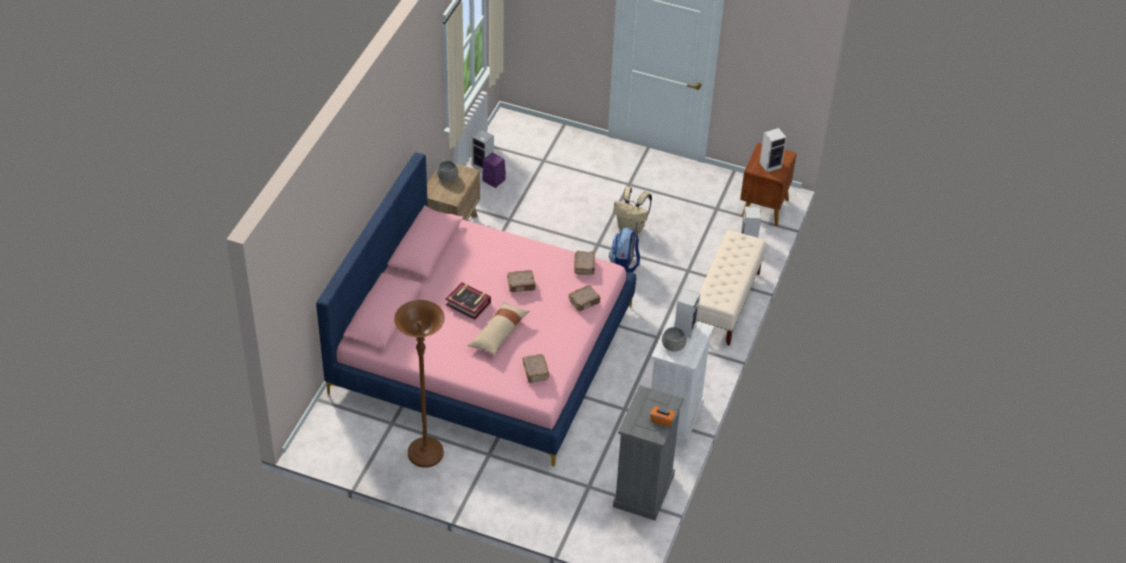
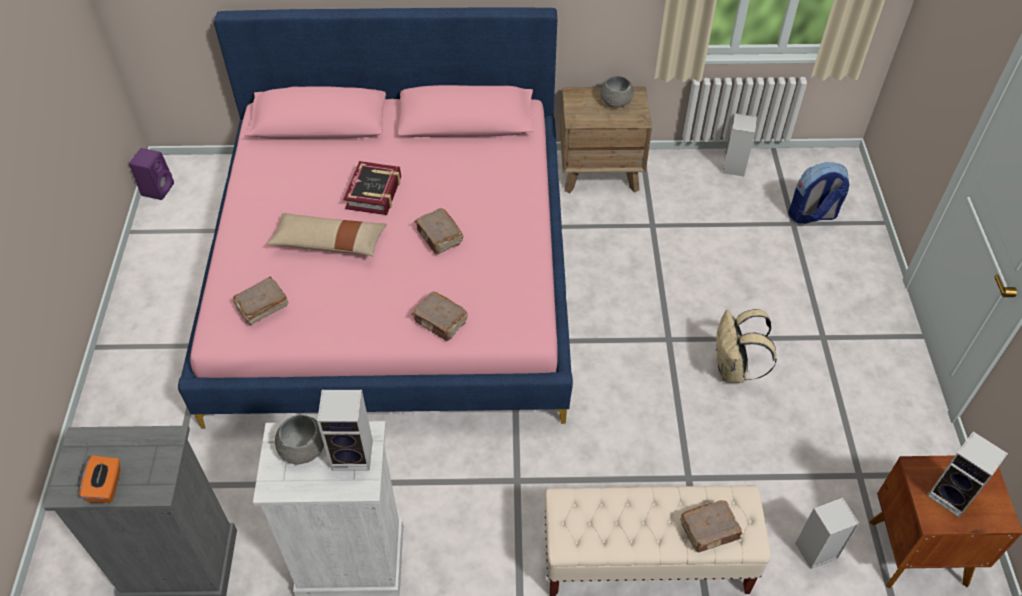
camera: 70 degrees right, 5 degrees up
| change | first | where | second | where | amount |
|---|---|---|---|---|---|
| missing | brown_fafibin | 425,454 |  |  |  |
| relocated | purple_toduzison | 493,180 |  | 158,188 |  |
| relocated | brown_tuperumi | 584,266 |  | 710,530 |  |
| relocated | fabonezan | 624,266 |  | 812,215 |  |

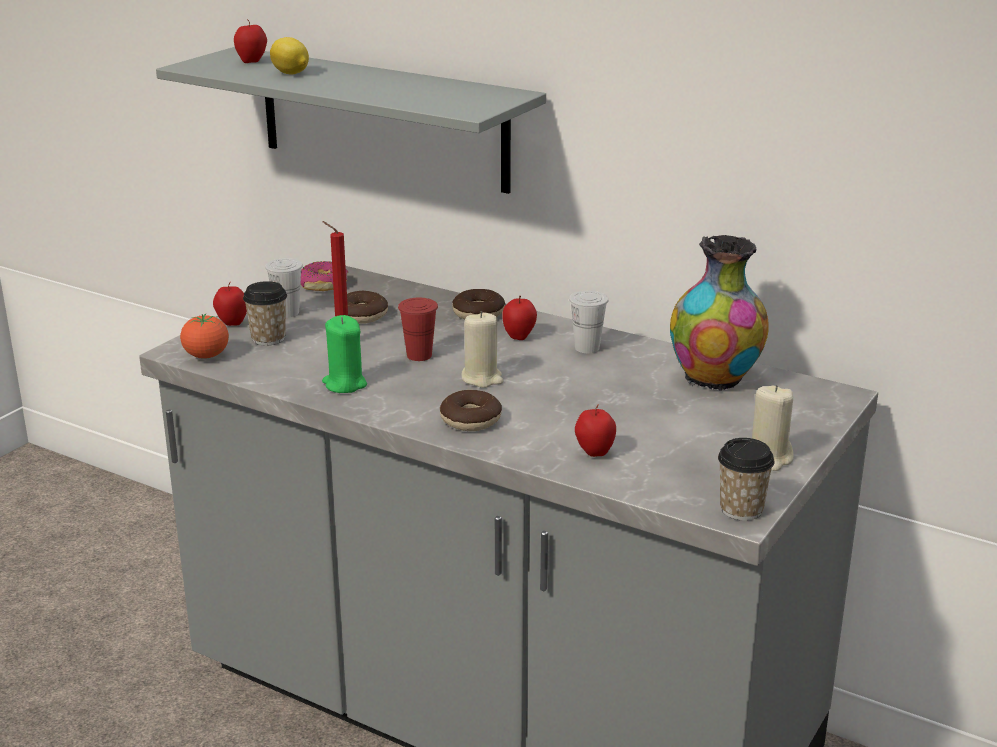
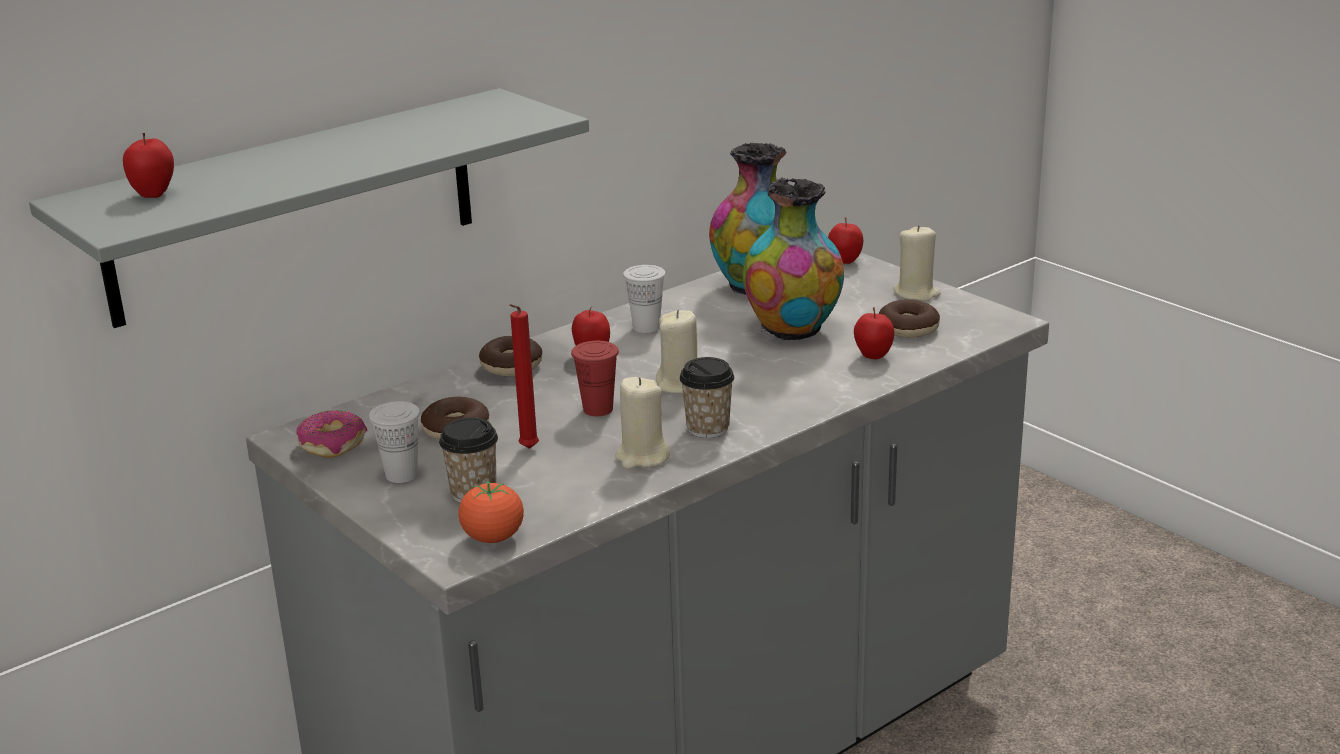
camera: 70 degrees left, 0 degrees up
| change | first | where | second | where | amount |
|---|---|---|---|---|---|
| missing | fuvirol | 291,73 |  |  |  |
| appeared |  |  | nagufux | 793,331 |  |
| relocated | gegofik | 232,323 |  | 845,262 |  |
| relocated | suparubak | 470,420 |  | 908,328 |  |
| relocated | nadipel | 741,509 |  | 708,428 |  |
| colour | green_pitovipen | 344,384 | beige_pitovipen | 642,457 |  |

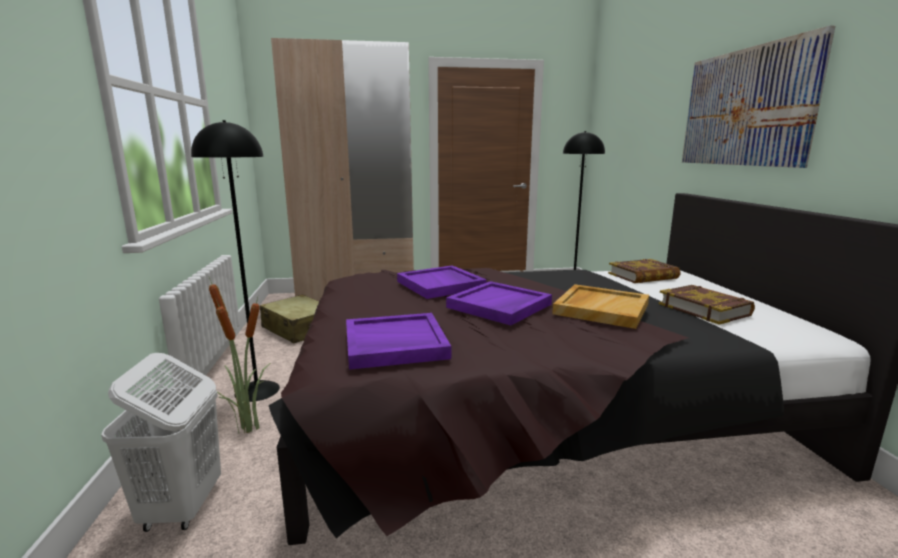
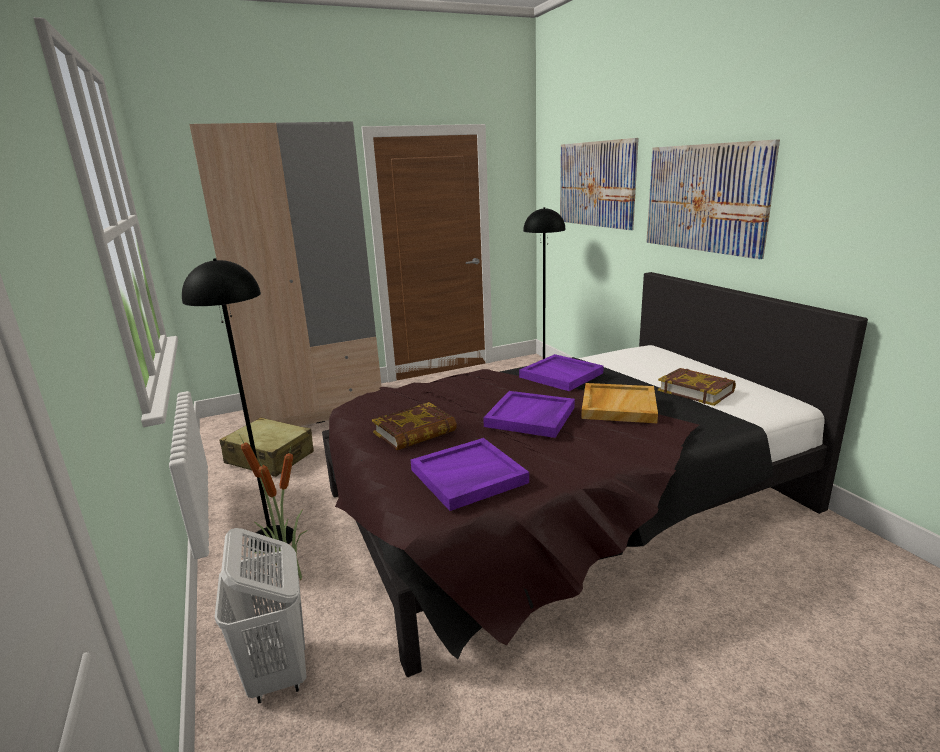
camera: 15 degrees left, 5 degrees up
| change | first | where | second | where | amount |
|---|---|---|---|---|---|
| appeared |  |  | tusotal | 596,184 |  |
| relocated | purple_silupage | 441,285 |  | 562,375 |  |
| relocated | tuperumi | 643,276 |  | 415,432 |  |

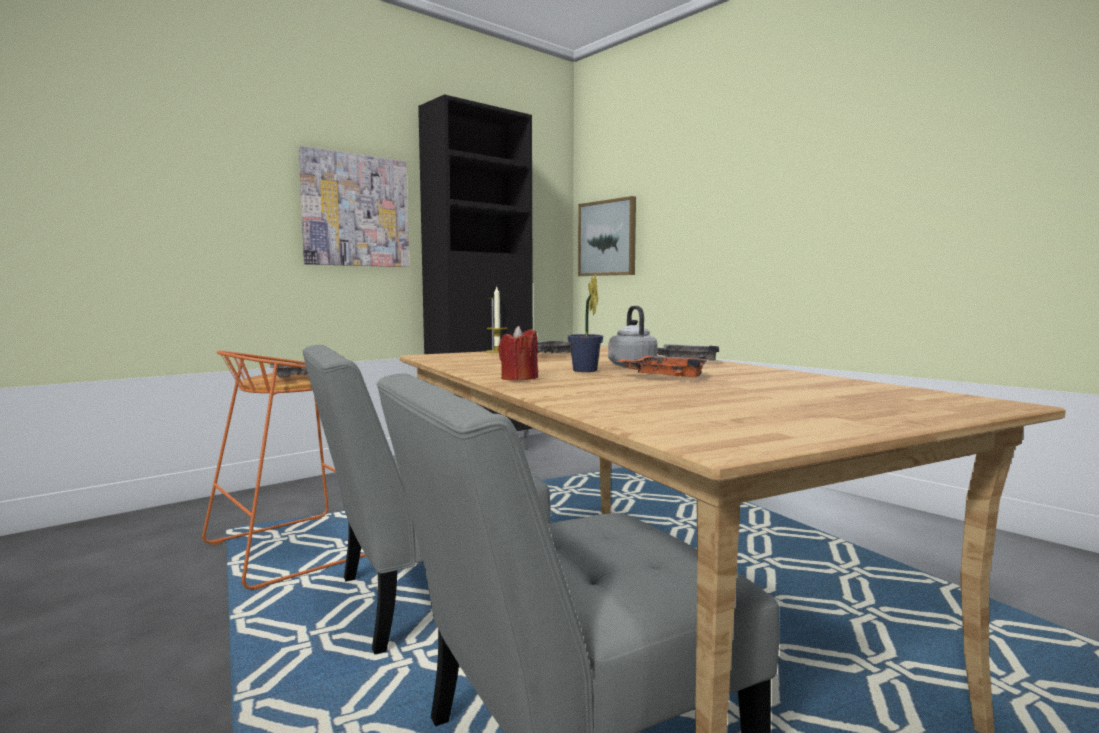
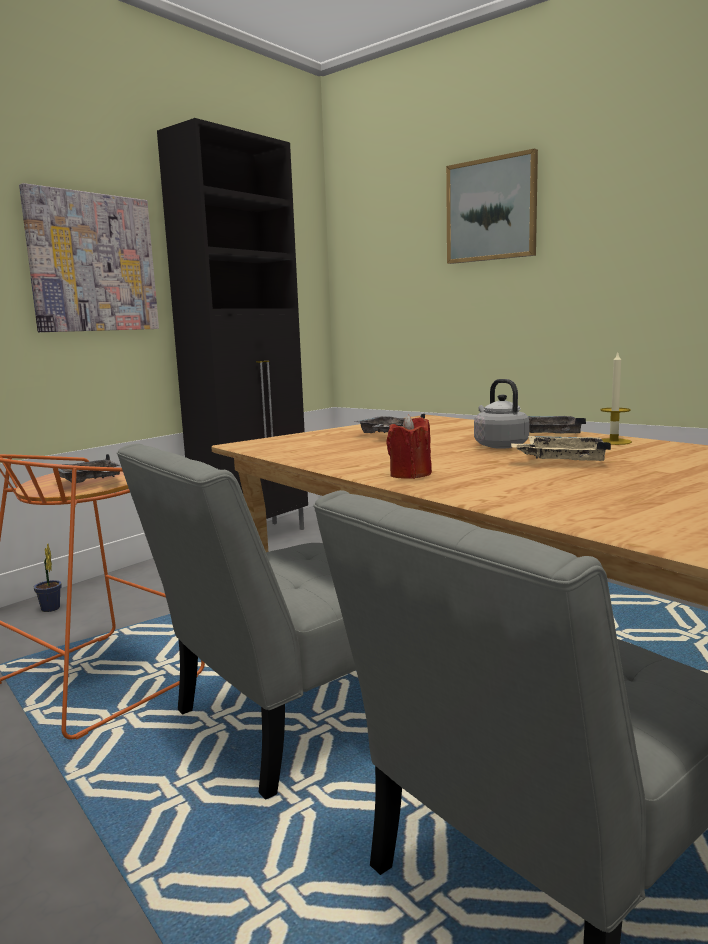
camera: 10 degrees left, 5 degrees up
| change | first | where | second | where | amount |
|---|---|---|---|---|---|
| relocated | pitovipen | 497,351 |  | 613,442 |  |
| relocated | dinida | 585,371 |  | 50,609 |  |
| relocated | tusotal | 607,238 |  | 491,210 |  |
| colour | orange_silupage | 666,377 | beige_silupage | 562,460 |  |

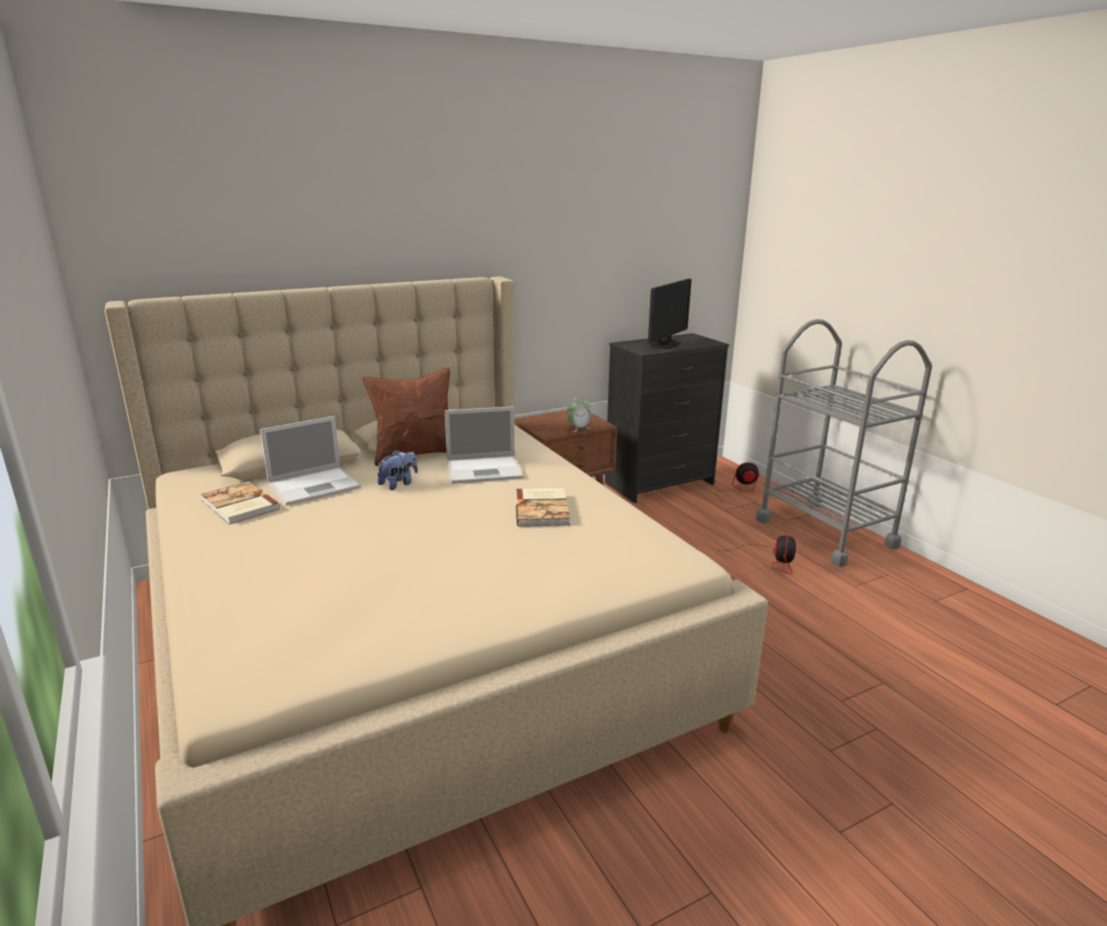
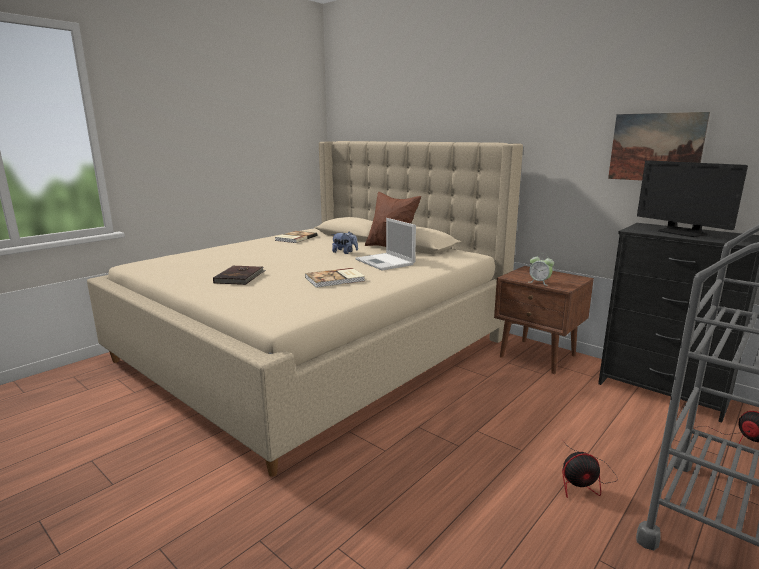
camera: 70 degrees right, 5 degrees down
| change | first | where | second | where | amount |
|---|---|---|---|---|---|
| missing | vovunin | 316,486 |  |  |  |
| appeared |  |  | brown_tuperumi | 240,277 |  |
| appeared |  |  | tusotal | 655,147 |  |
| spun | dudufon | 665,344 |  | 681,233 | 45 degrees clockwise |

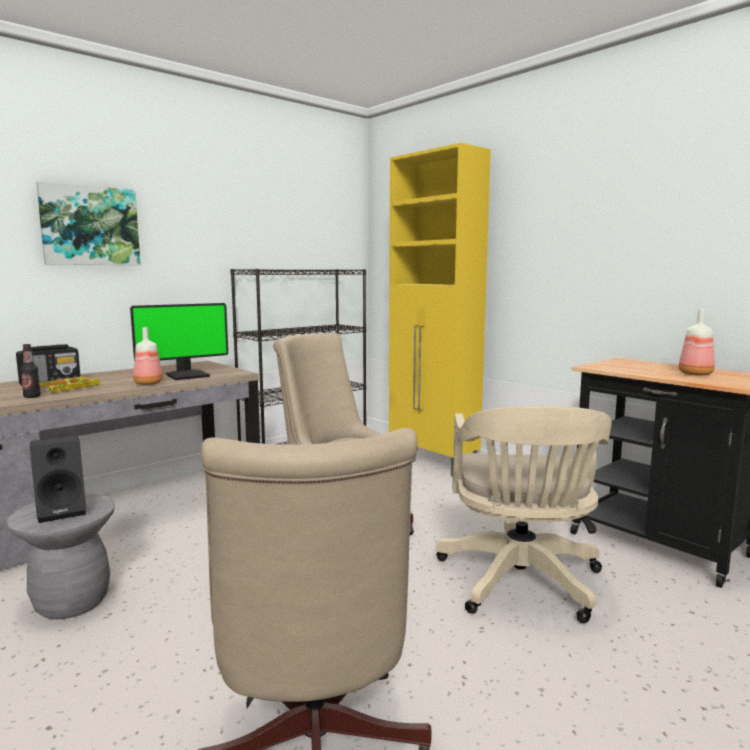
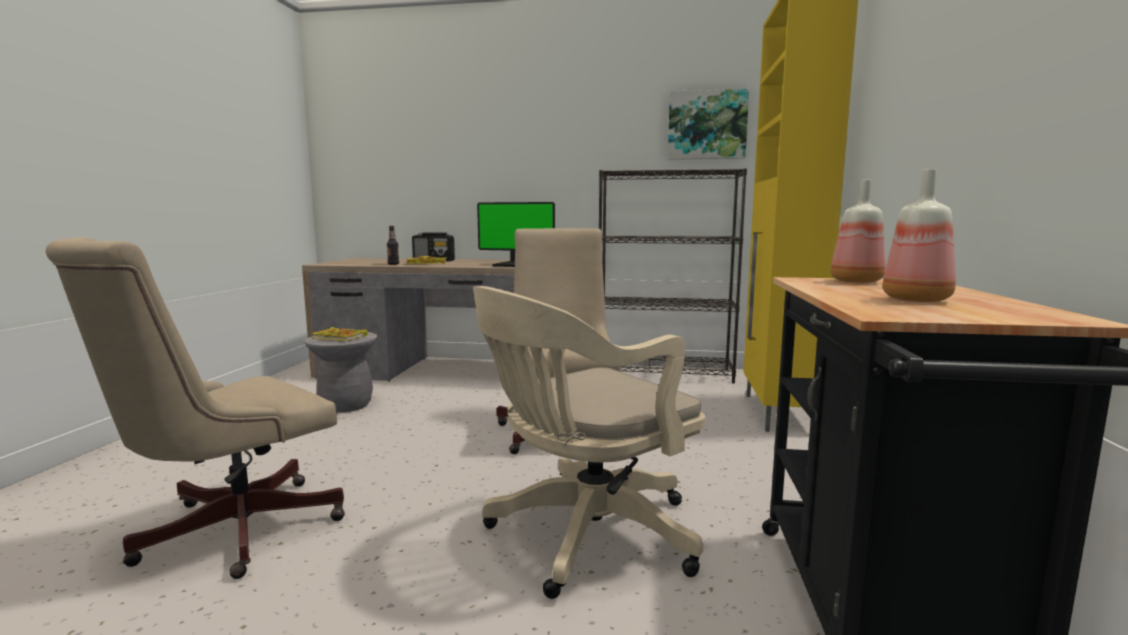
camera: 50 degrees right, 0 degrees up
| change | first | where | second | where | amount |
|---|---|---|---|---|---|
| relocated | tusotal | 90,226 |  | 707,125 |  |
| relocated | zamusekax | 148,383 |  | 855,281 |  |
| exchanged | black_toduzison | 63,511 | tuperumi | 341,337 |  |

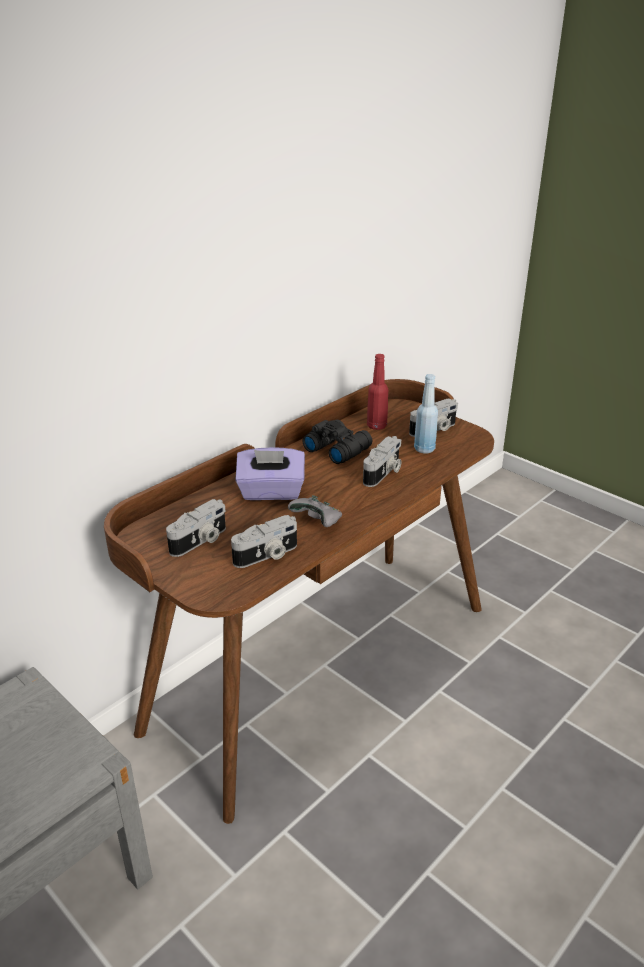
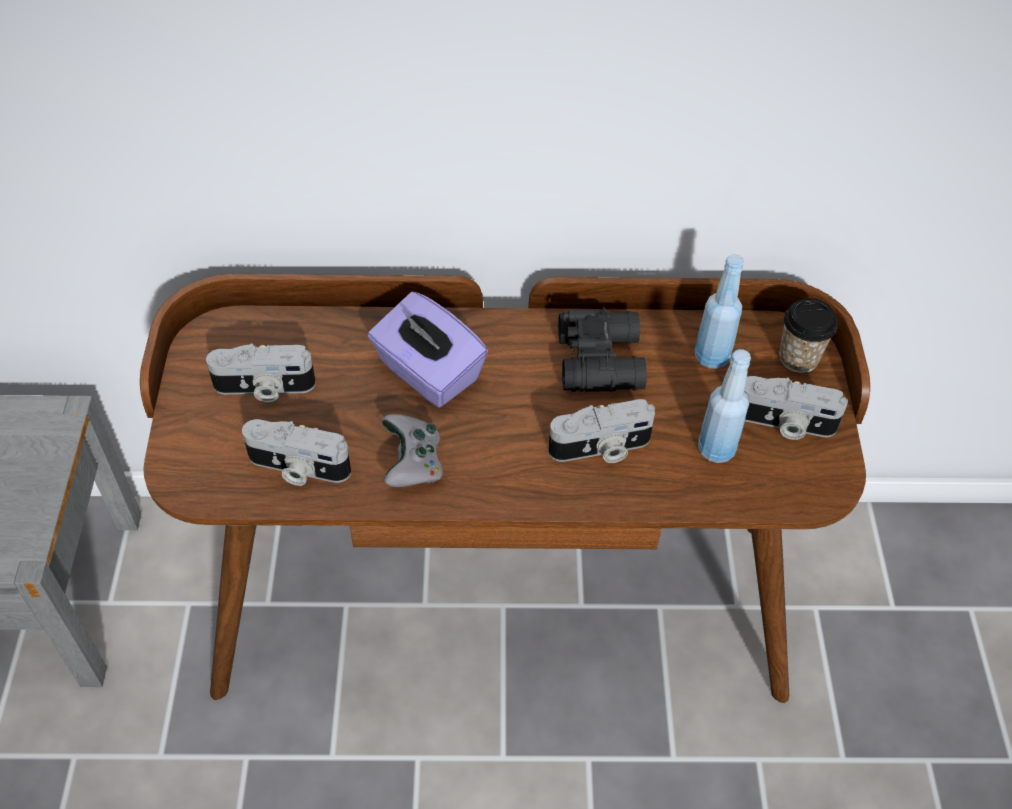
camera: 45 degrees right, 20 degrees up
| change | first | where | second | where | amount |
|---|---|---|---|---|---|
| appeared |  |  | nadipel | 798,358 |  |
| colour | red_zamusekax | 376,426 | blue_zamusekax | 711,357 |  |

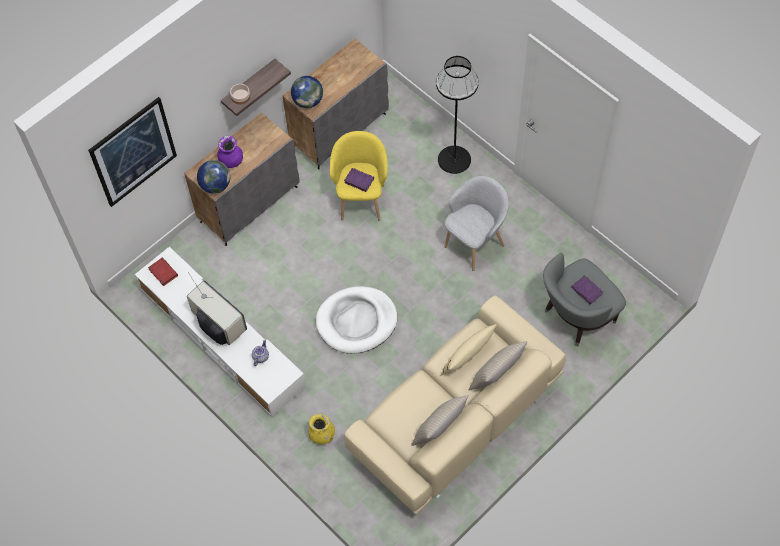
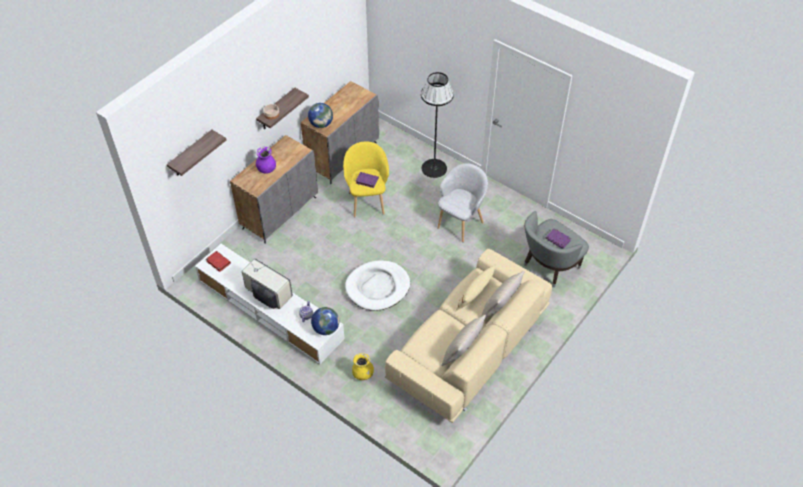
camera: 10 degrees left, 10 degrees down
| change | first | where | second | where | amount |
|---|---|---|---|---|---|
| relocated | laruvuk | 215,185 |  | 326,328 |  |
| exchanged | tusotal | 133,152 | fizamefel | 191,154 |  |

